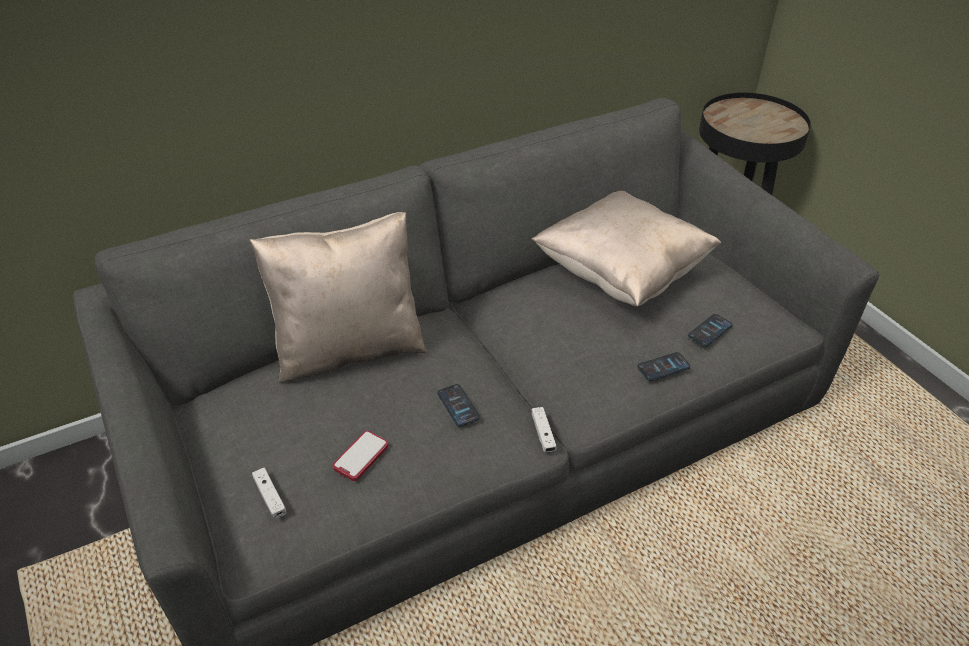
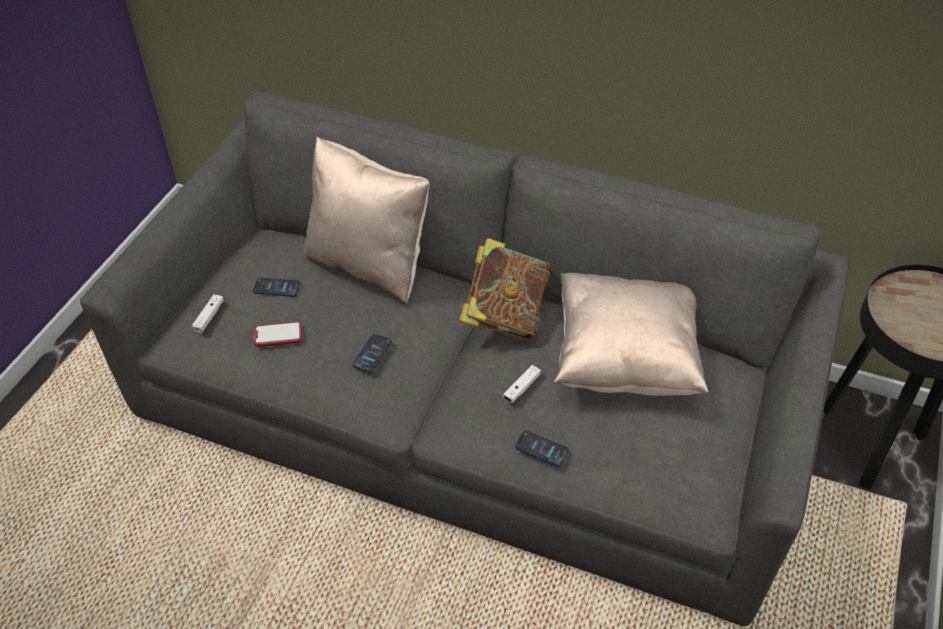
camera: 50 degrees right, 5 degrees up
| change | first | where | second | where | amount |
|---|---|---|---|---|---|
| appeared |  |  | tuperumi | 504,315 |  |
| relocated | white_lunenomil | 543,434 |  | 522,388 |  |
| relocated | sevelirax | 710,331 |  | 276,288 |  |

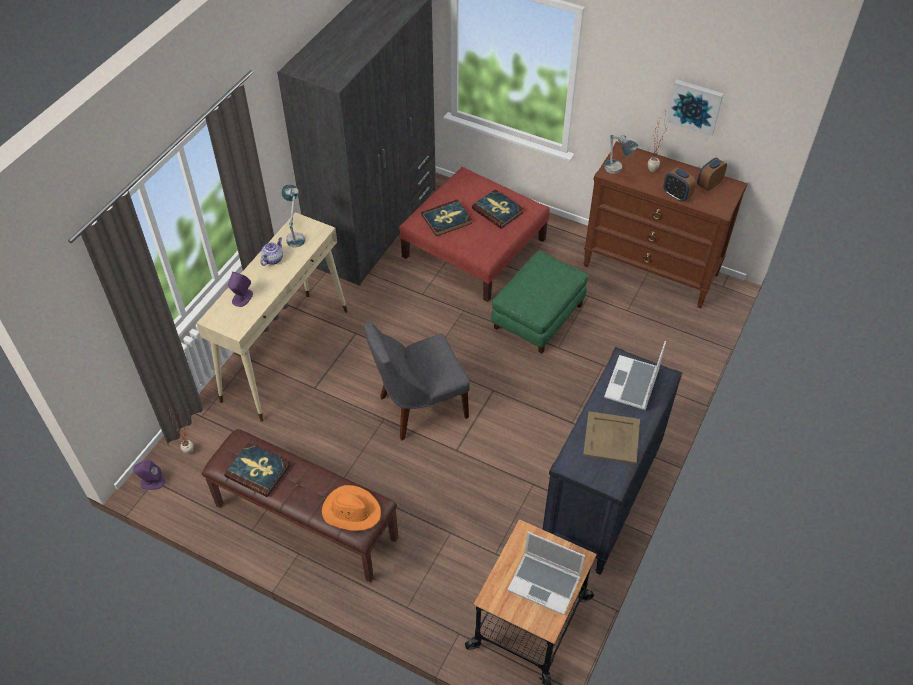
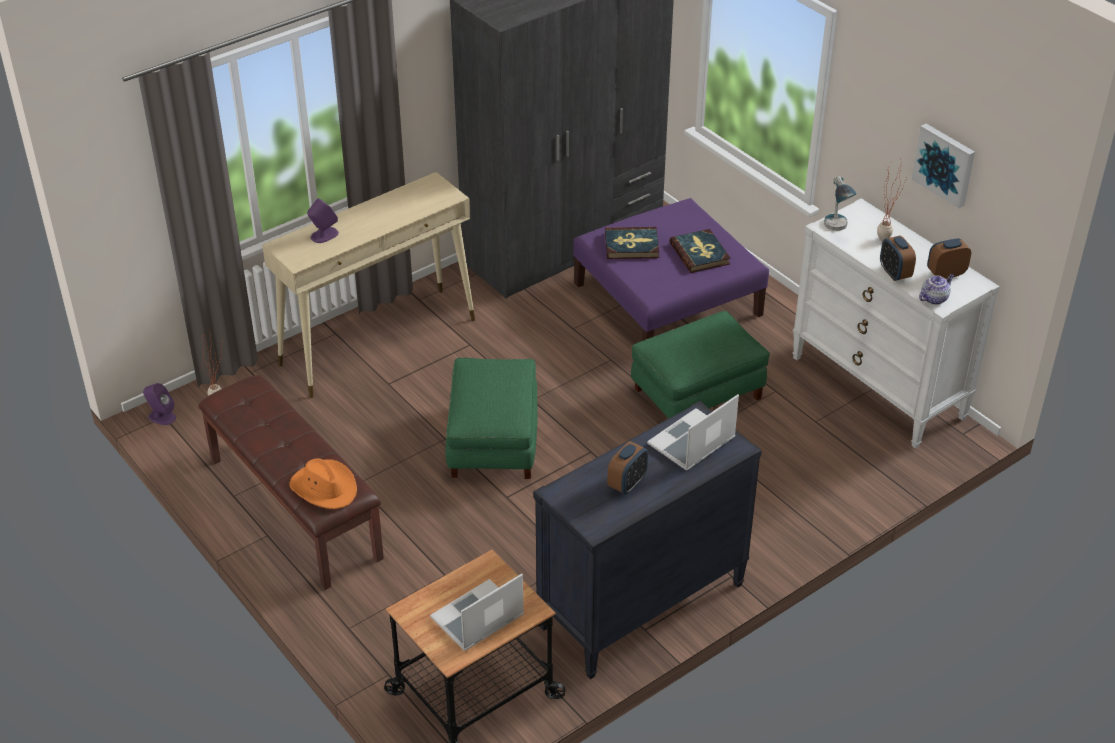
camera: 25 degrees right, 10 degrees down
| change | first | where | second | where | amount |
|---|---|---|---|---|---|
| missing | tuperumi | 258,471 |  |  |  |
| missing | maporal | 296,234 |  |  |  |
| relocated | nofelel | 273,259 |  | 934,298 |  |
| exchanged | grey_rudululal | 419,407 | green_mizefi | 492,441 |  |
| exchanged | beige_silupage | 611,437 | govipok | 627,484 |  |
| colour | red_mizefi | 474,249 | purple_mizefi | 667,300 |  |
| colour | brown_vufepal | 651,270 | white_vufepal | 878,387 |  |
| spun | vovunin | 545,583 |  | 477,618 | 90 degrees clockwise |

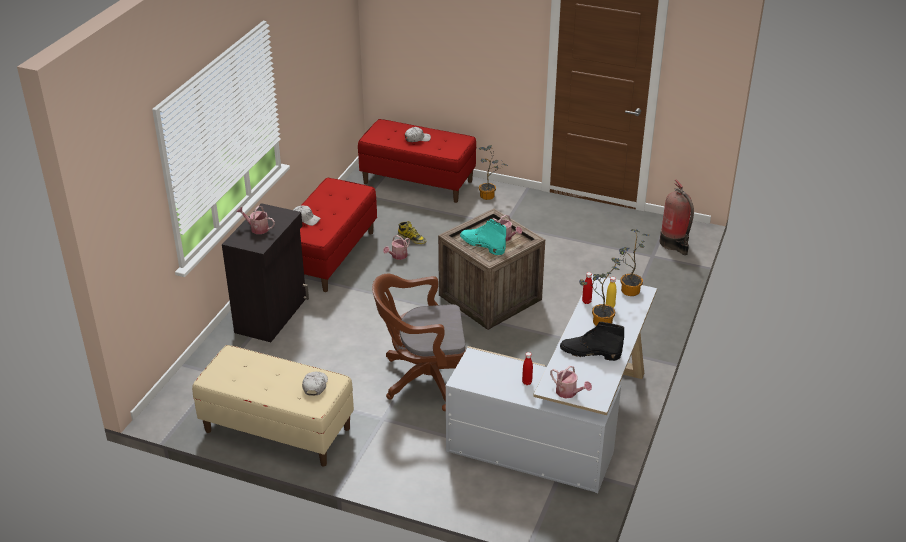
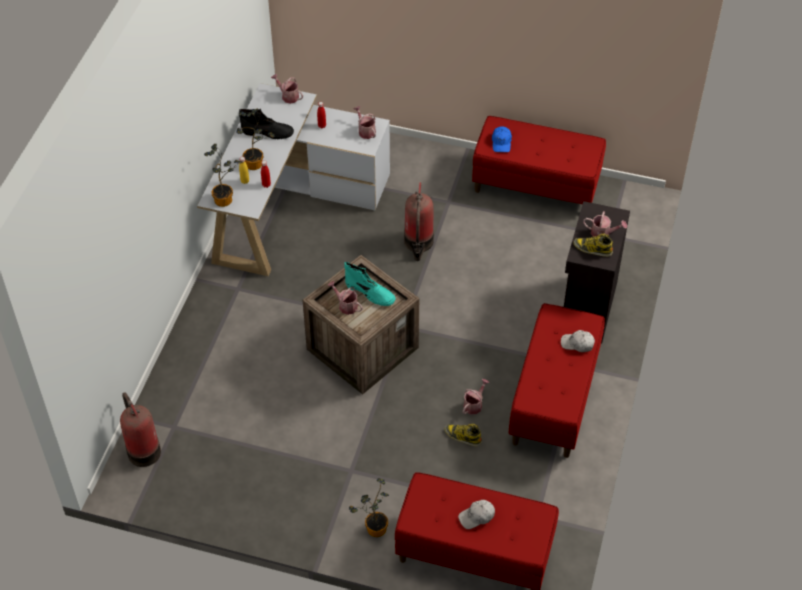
camera: 175 degrees right, 15 degrees up
| change | first | where | second | where | amount |
|---|---|---|---|---|---|
| appeared |  |  | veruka | 365,131 |  |
| appeared |  |  | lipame | 592,249 |  |
| exchanged | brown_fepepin | 424,379 | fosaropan | 418,243 |  |
| colour | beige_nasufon | 277,430 | red_nasufon | 536,185 |  |
| colour | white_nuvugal | 315,385 | blue_nuvugal | 501,142 |  |

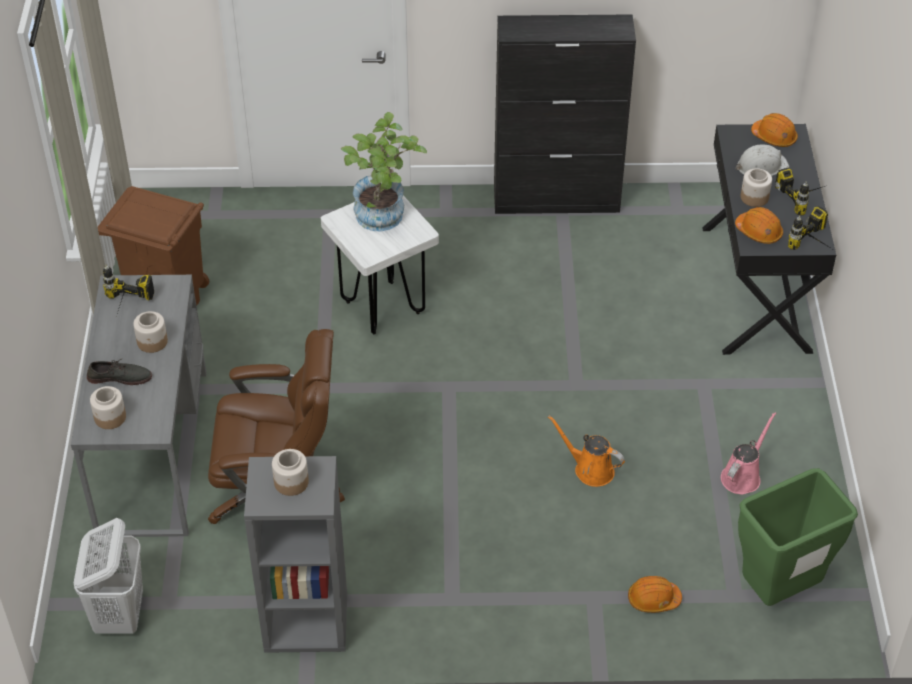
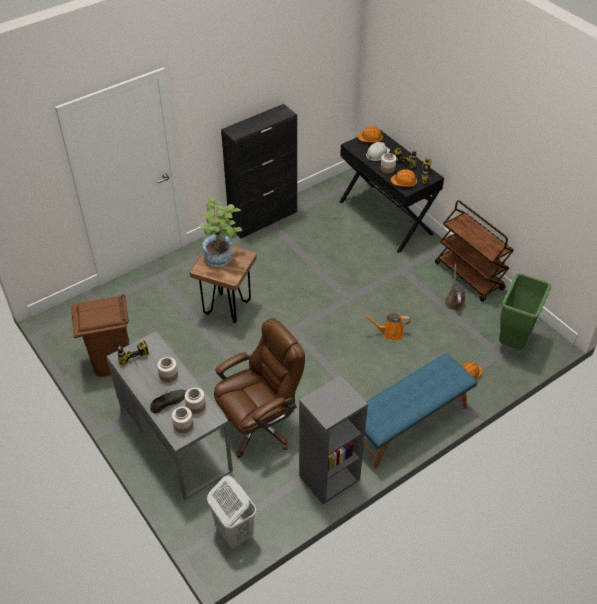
camera: 35 degrees left, 0 degrees up
| change | first | where | second | where | amount |
|---|---|---|---|---|---|
| appeared |  |  | blue_nasufon | 409,423 |  |
| appeared |  |  | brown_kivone | 469,276 |  |
| relocated | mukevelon | 291,482 |  | 196,406 |  |
| colour | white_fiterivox | 382,307 | brown_fiterivox | 227,308 |  |
| colour | pink_veruka | 742,476 | brown_veruka | 454,301 |  |

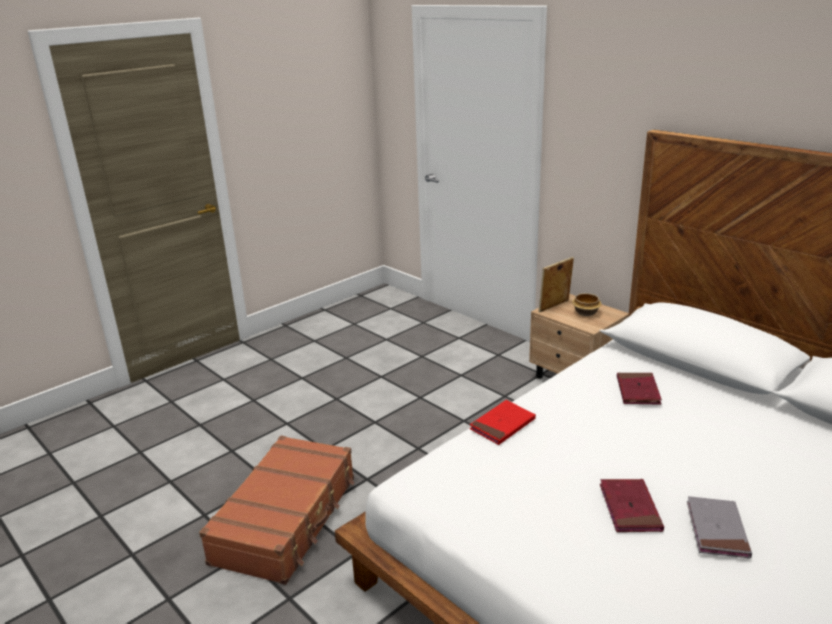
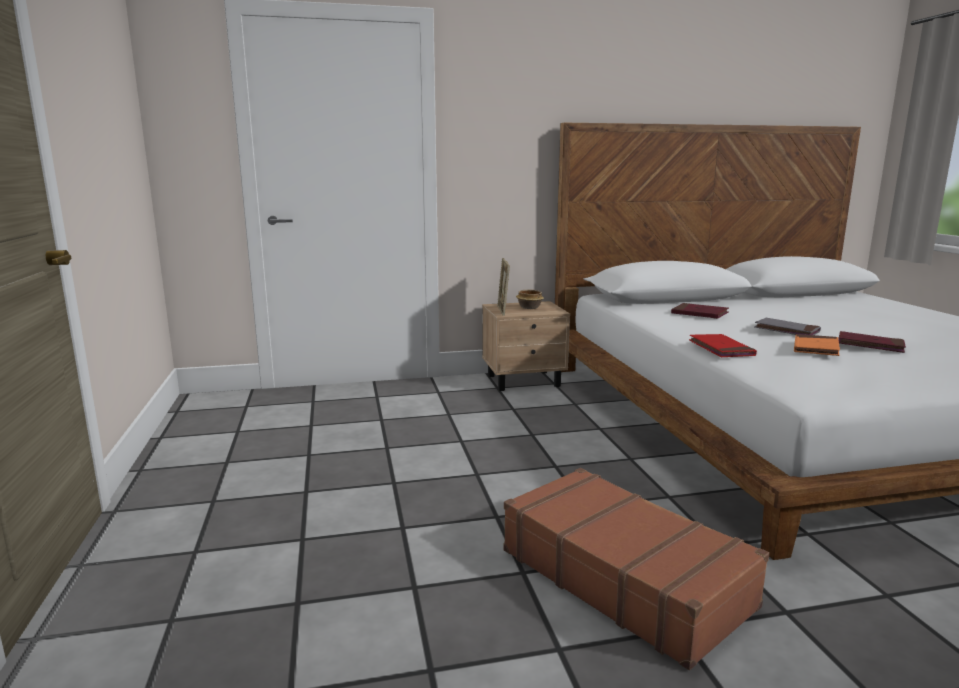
camera: 60 degrees left, 10 degrees down
| change | first | where | second | where | amount |
|---|---|---|---|---|---|
| appeared |  |  | orange_tuperumi | 815,348 |  |
| relocated | grey_tuperumi | 717,530 |  | 786,330 |  |

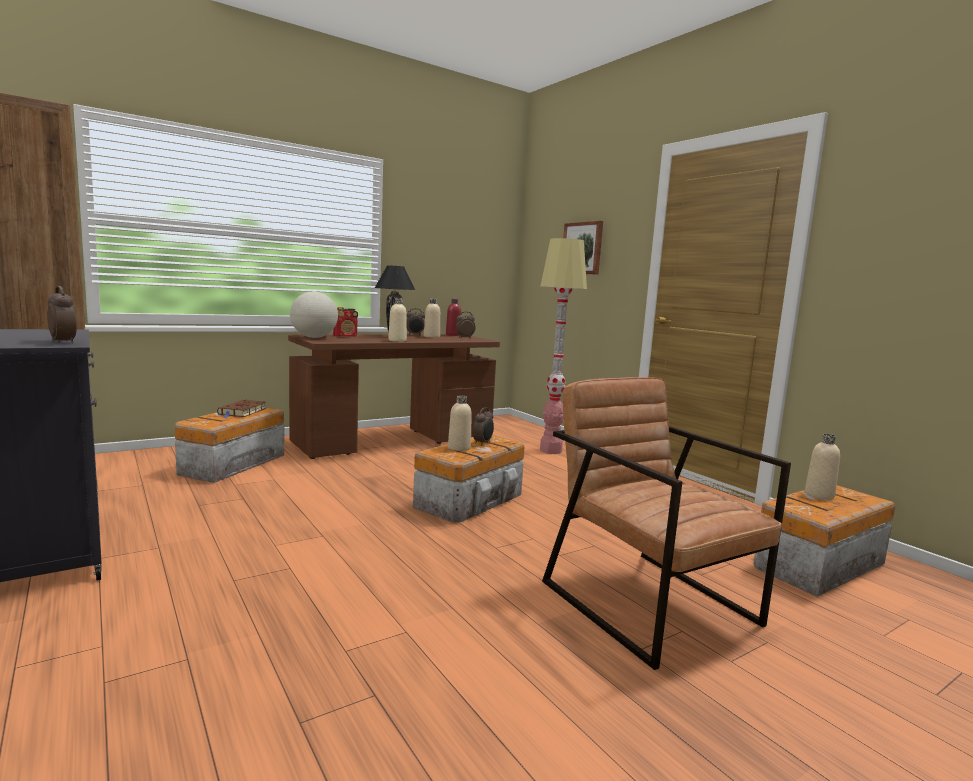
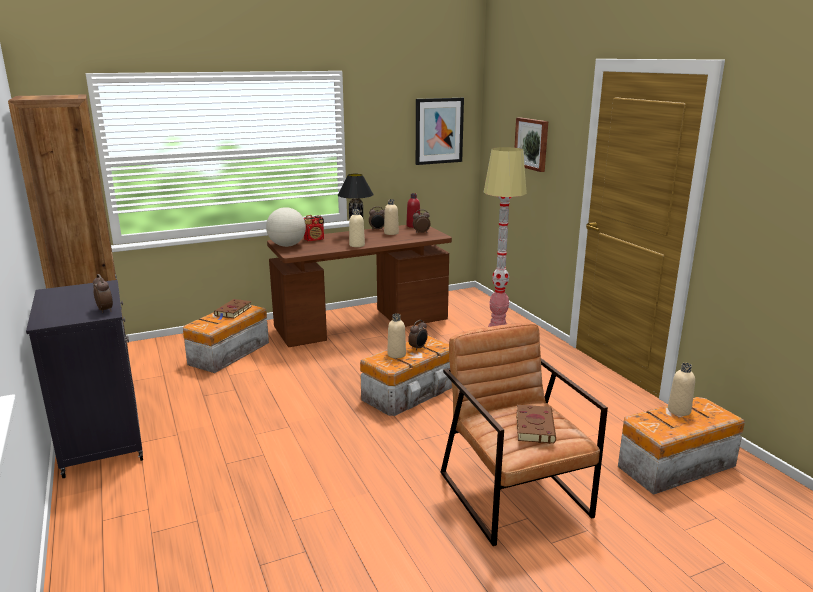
camera: 10 degrees right, 10 degrees up
| change | first | where | second | where | amount |
|---|---|---|---|---|---|
| appeared |  |  | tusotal | 439,131 |  |
| appeared |  |  | brown_tuperumi | 534,426 |  |

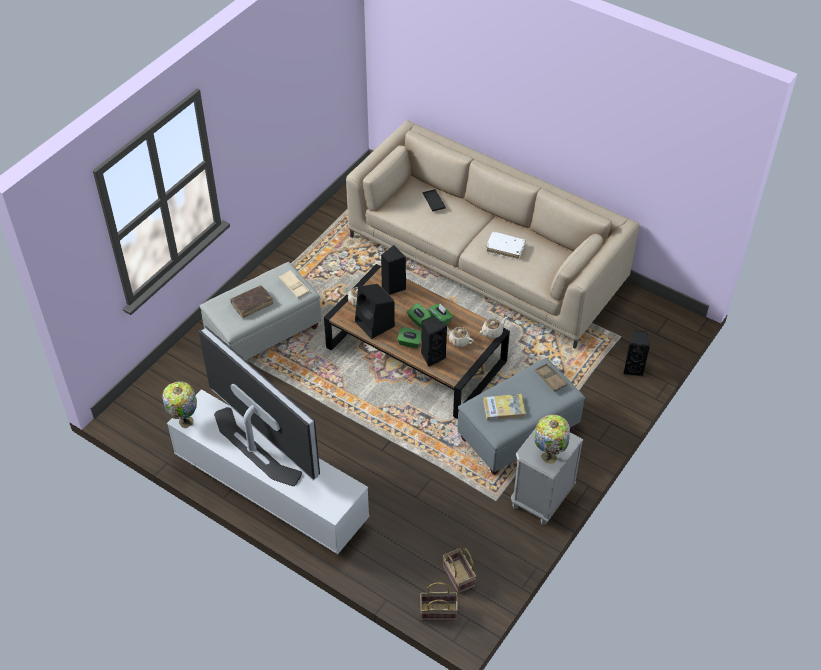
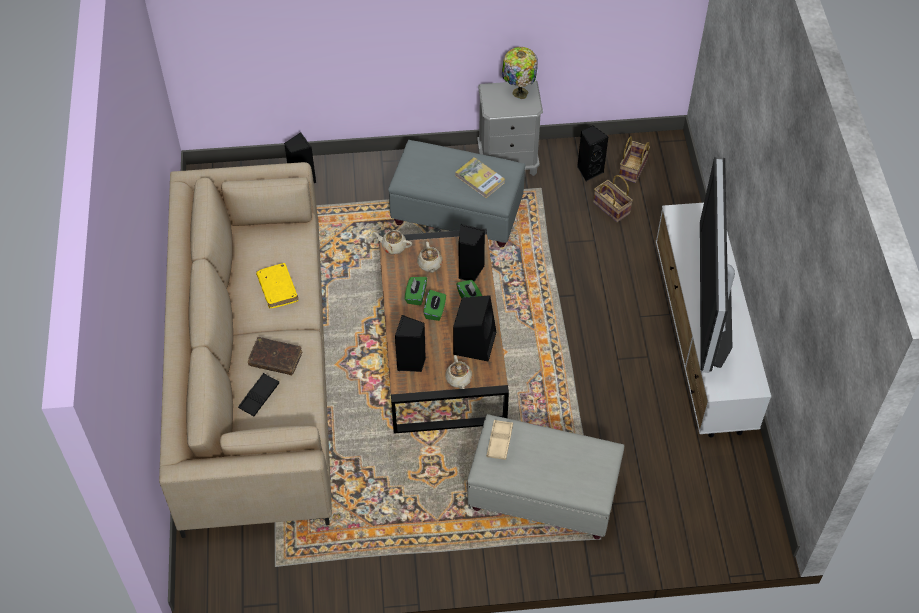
camera: 130 degrees left, 5 degrees up
| change | first | where | second | where | amount |
|---|---|---|---|---|---|
| missing | maporal | 184,421 |  |  |  |
| missing | brown_silupage | 550,379 |  |  |  |
| appeared |  |  | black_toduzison | 589,170 |  |
| relocated | brown_tuperumi | 252,304 |  | 275,359 |  |
| relocated | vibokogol | 439,611 |  | 610,207 |  |
| colour | white_tuperumi | 505,248 | yellow_tuperumi | 277,289 |  |

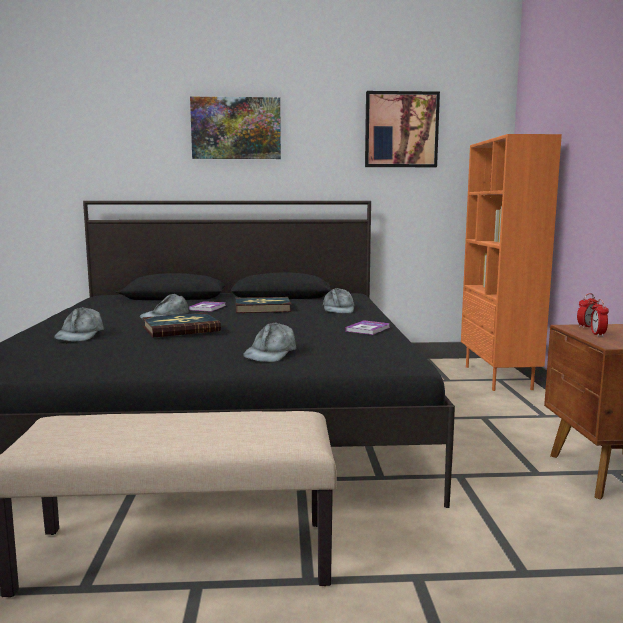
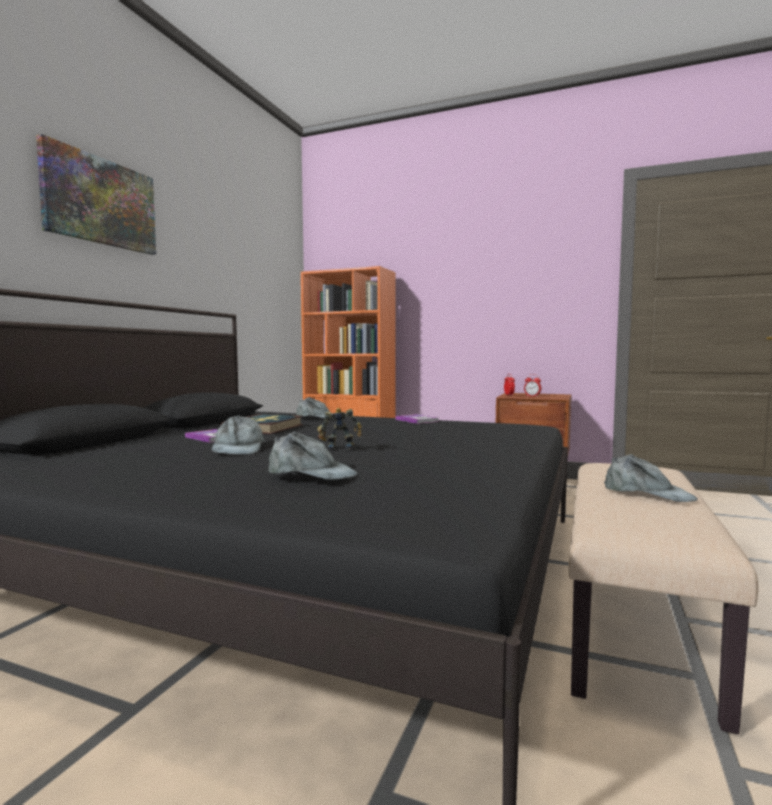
camera: 65 degrees left, 5 degrees down
| change | first | where | second | where | amount |
|---|---|---|---|---|---|
| missing | tusotal | 401,130 |  |  |  |
| relocated | grey_nuvugal | 271,353 |  | 648,493 |  |
| exchanged | tuperumi | 180,329 | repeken | 340,447 |  |

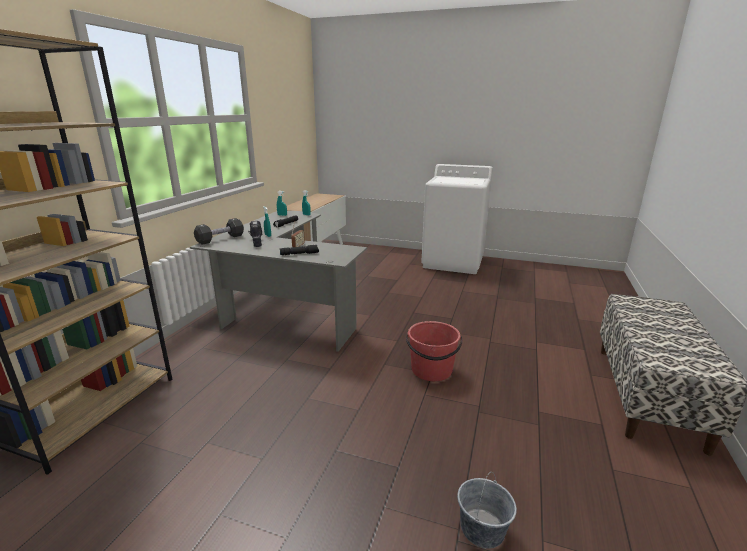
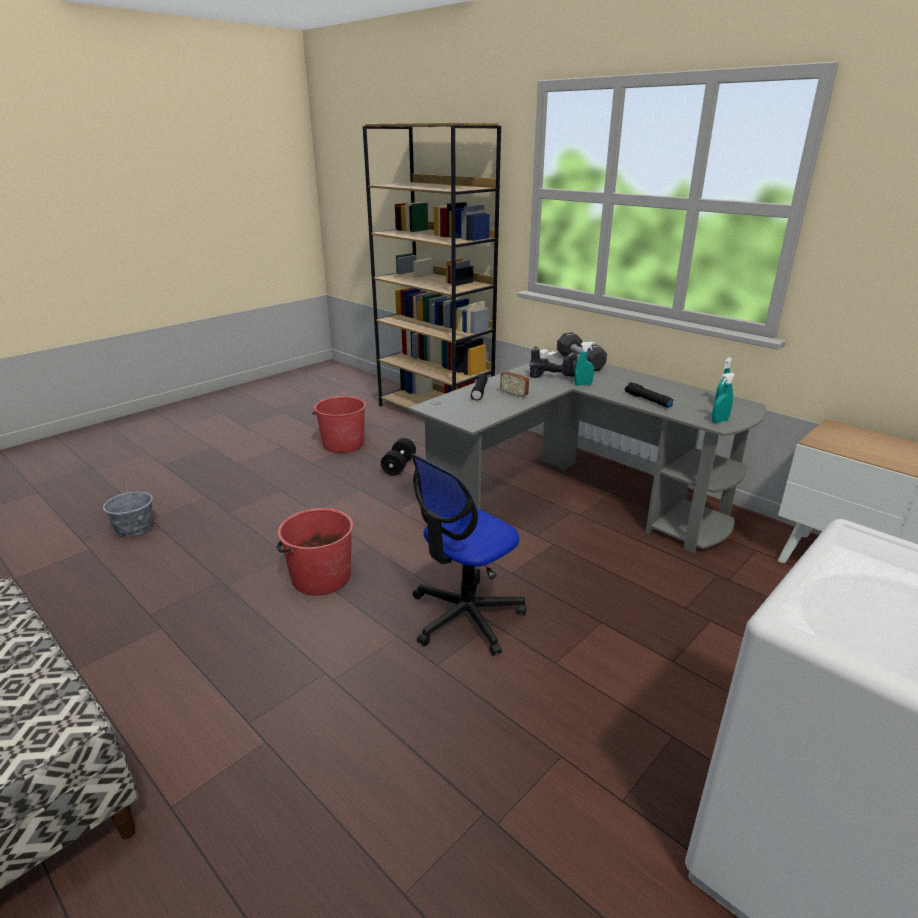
camera: 115 degrees right, 5 degrees up
| change | first | where | second | where | amount |
|---|---|---|---|---|---|
| appeared |  |  | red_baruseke | 343,444 |  |
| appeared |  |  | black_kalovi | 399,466 |  |
| appeared |  |  | fepepin | 465,616 |  |

